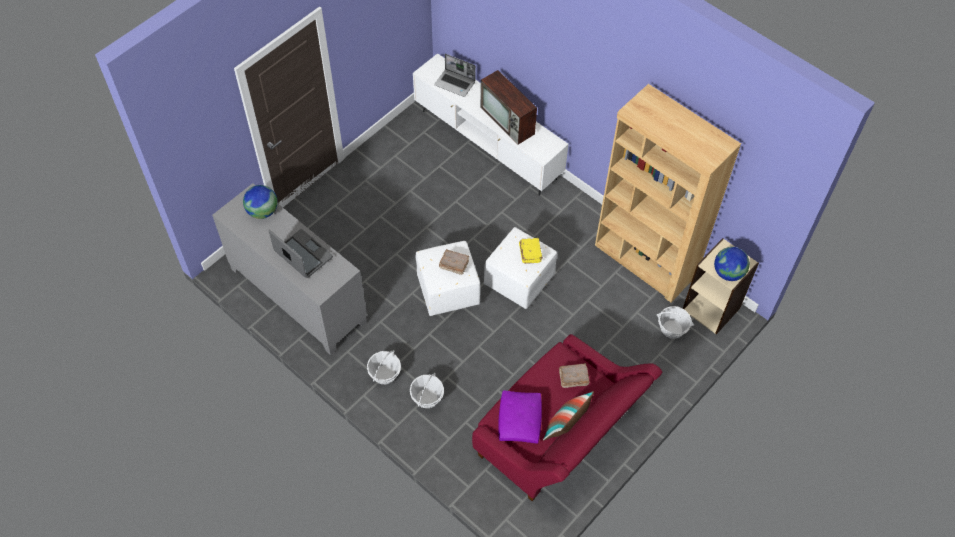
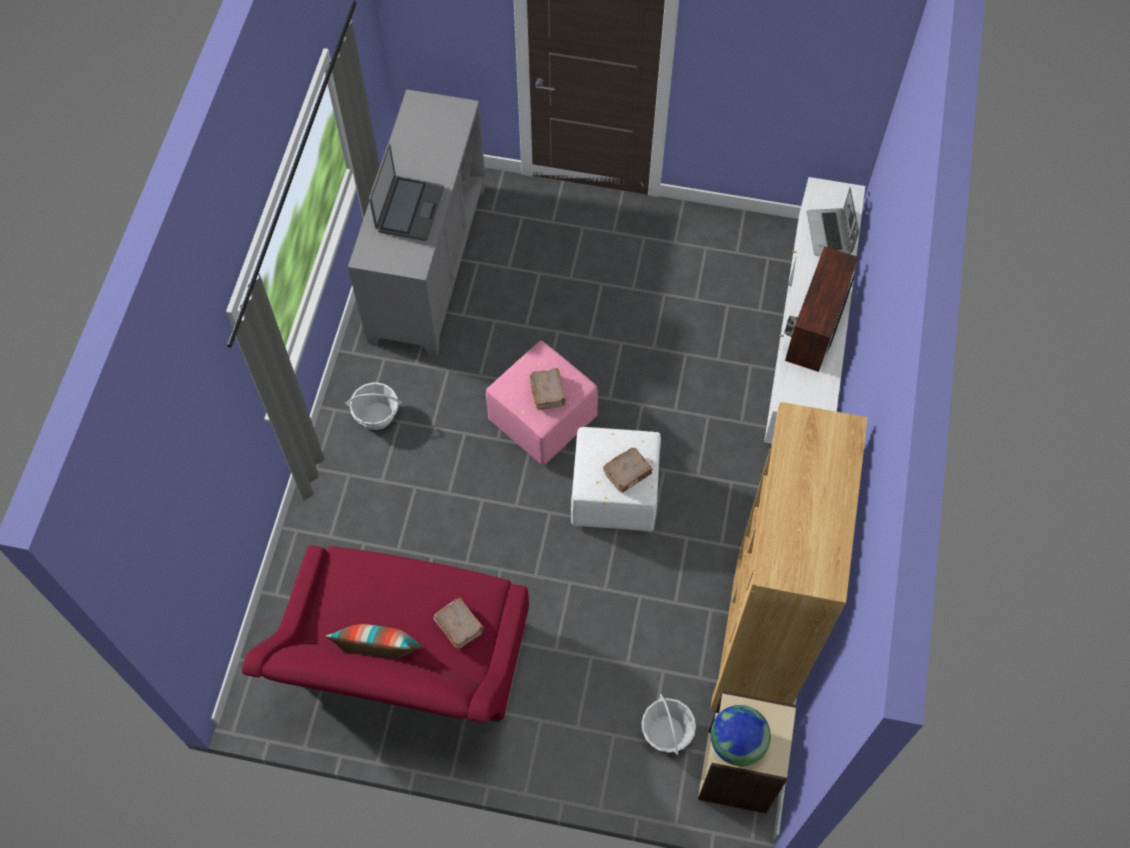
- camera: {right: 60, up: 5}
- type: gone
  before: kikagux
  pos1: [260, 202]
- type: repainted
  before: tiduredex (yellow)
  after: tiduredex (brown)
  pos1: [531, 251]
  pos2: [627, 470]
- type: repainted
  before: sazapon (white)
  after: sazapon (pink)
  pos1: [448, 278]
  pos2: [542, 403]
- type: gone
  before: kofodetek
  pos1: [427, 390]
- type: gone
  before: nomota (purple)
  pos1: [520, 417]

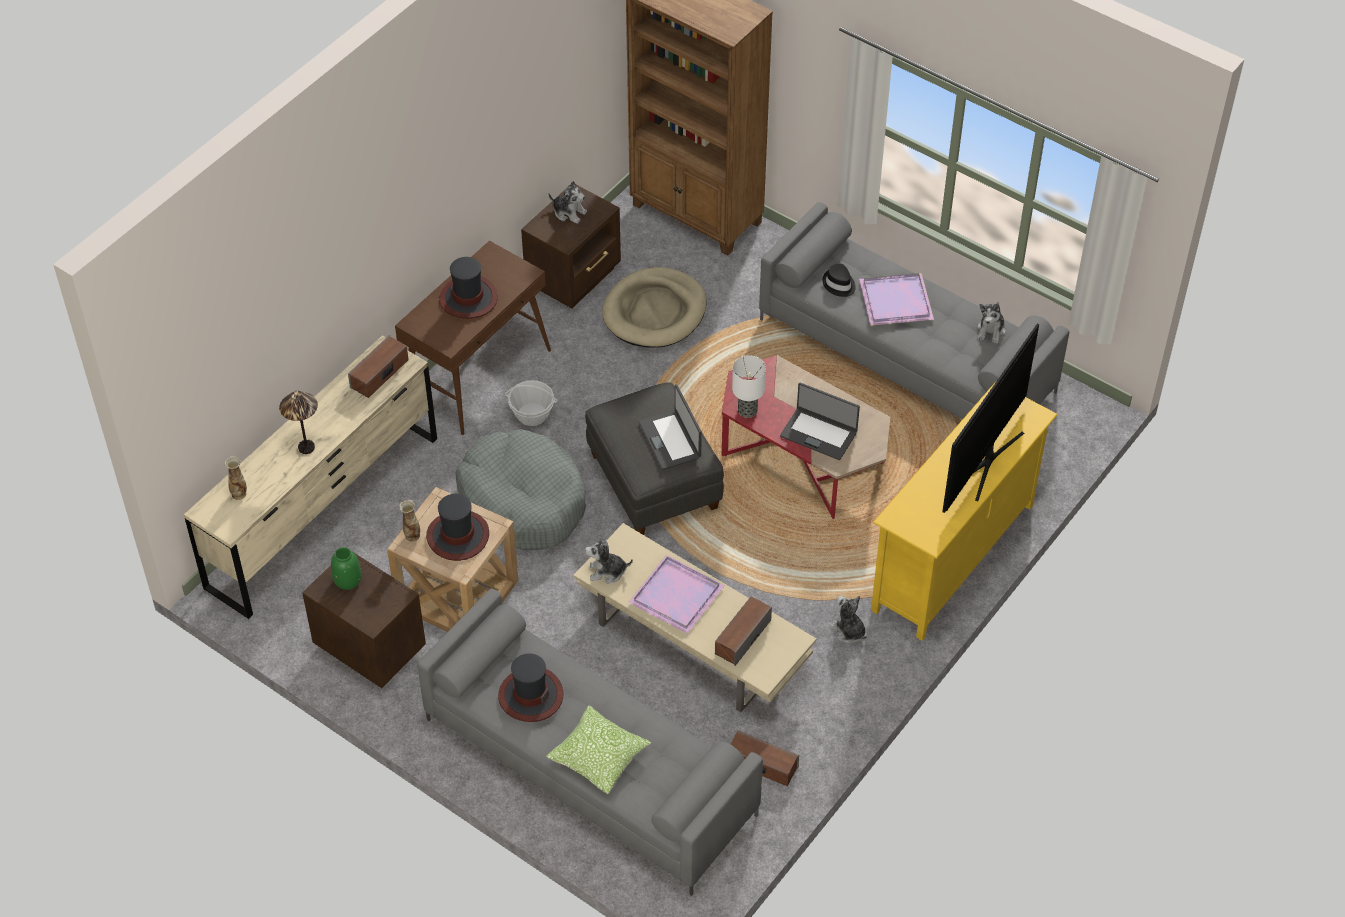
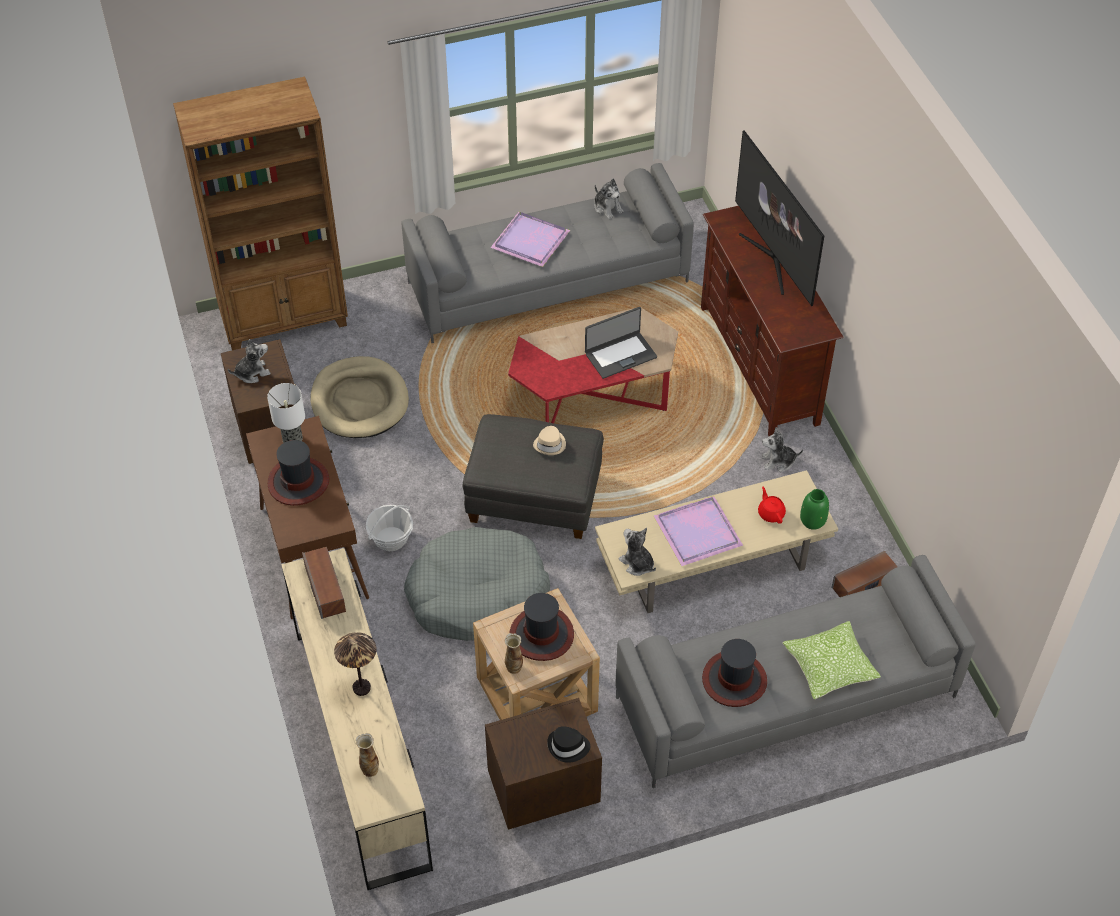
- camera: {right: -55, up: 0}
- type: shifted
  before: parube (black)
  pos1: [839, 280]
  pos2: [568, 744]
- type: shifted
  before: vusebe
  pos1: [749, 386]
  pos2: [286, 413]
- type: repainted
  before: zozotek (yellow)
  after: zozotek (brown)
  pos1: [964, 511]
  pos2: [772, 321]
- type: swapped
  before: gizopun
  after: parube (beige)
  pos1: [670, 427]
  pos2: [549, 440]
- type: rotated
  before: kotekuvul
  pos1: [609, 559]
  pos2: [637, 552]
  turn: 105
- type: shifted
  before: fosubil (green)
  pos1: [346, 568]
  pos2: [814, 509]
- type: swapped
  before: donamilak
  after: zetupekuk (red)
  pos1: [743, 631]
  pos2: [772, 505]

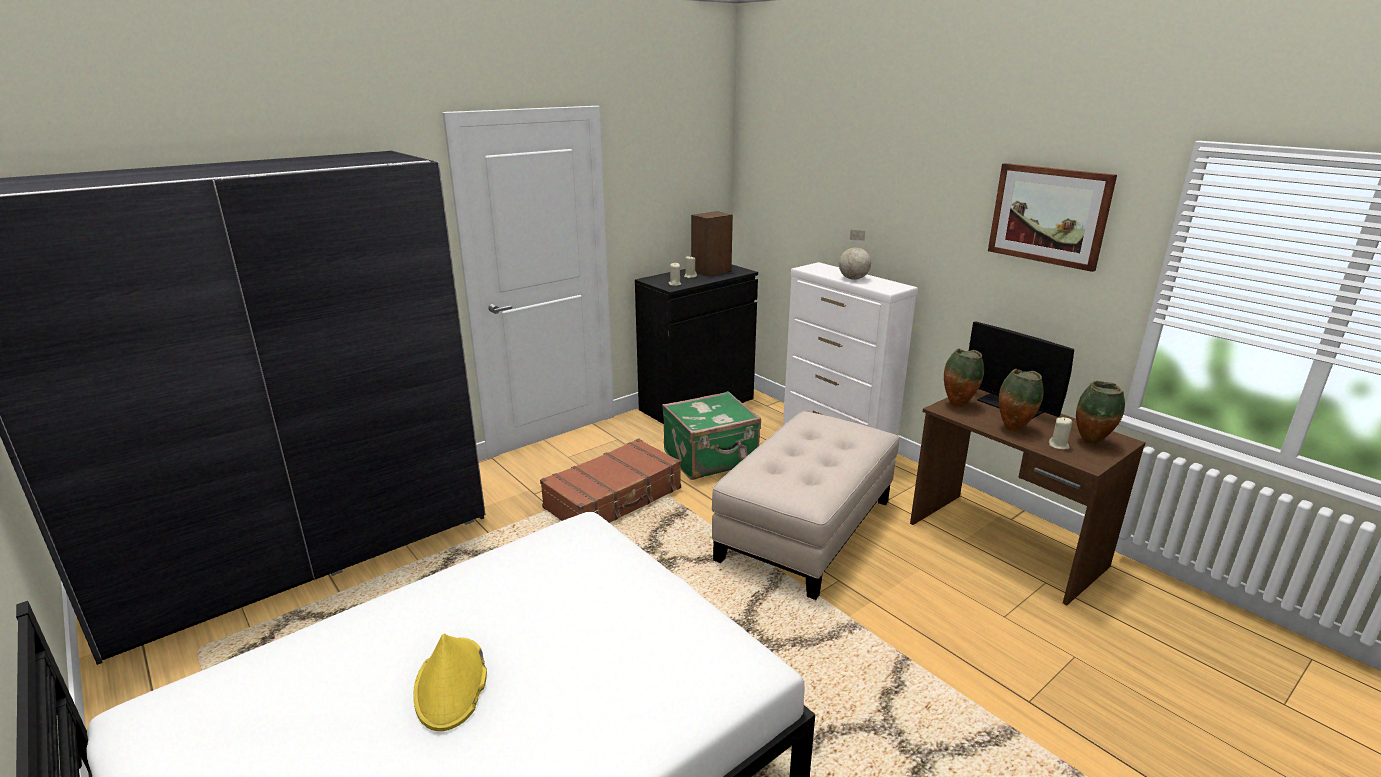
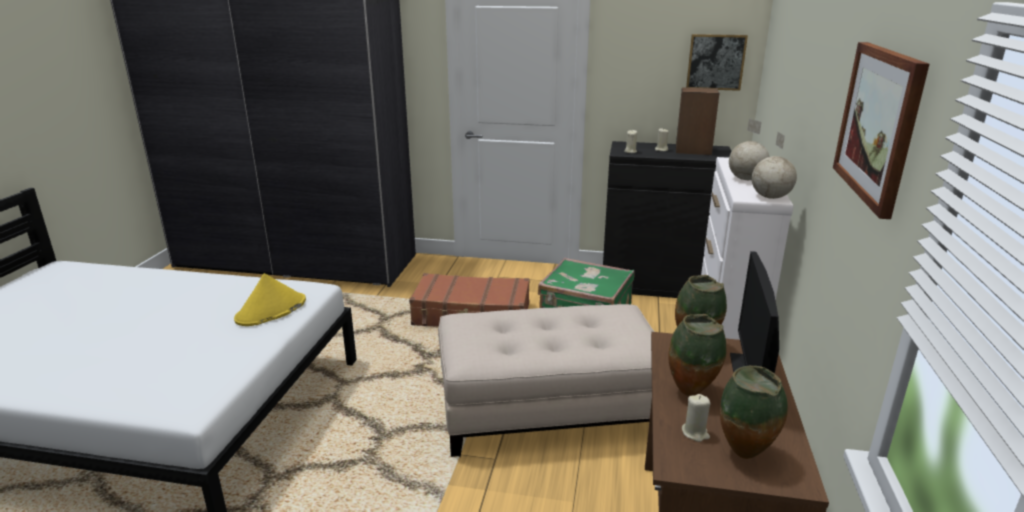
- camera: {right: 50, up: 0}
- type: shifted
  before: parube (yellow)
  pos1: [450, 682]
  pos2: [270, 299]
- type: new
  after: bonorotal
  pos2: [717, 62]
- type: new
  after: kikagux
  pos2: [774, 165]

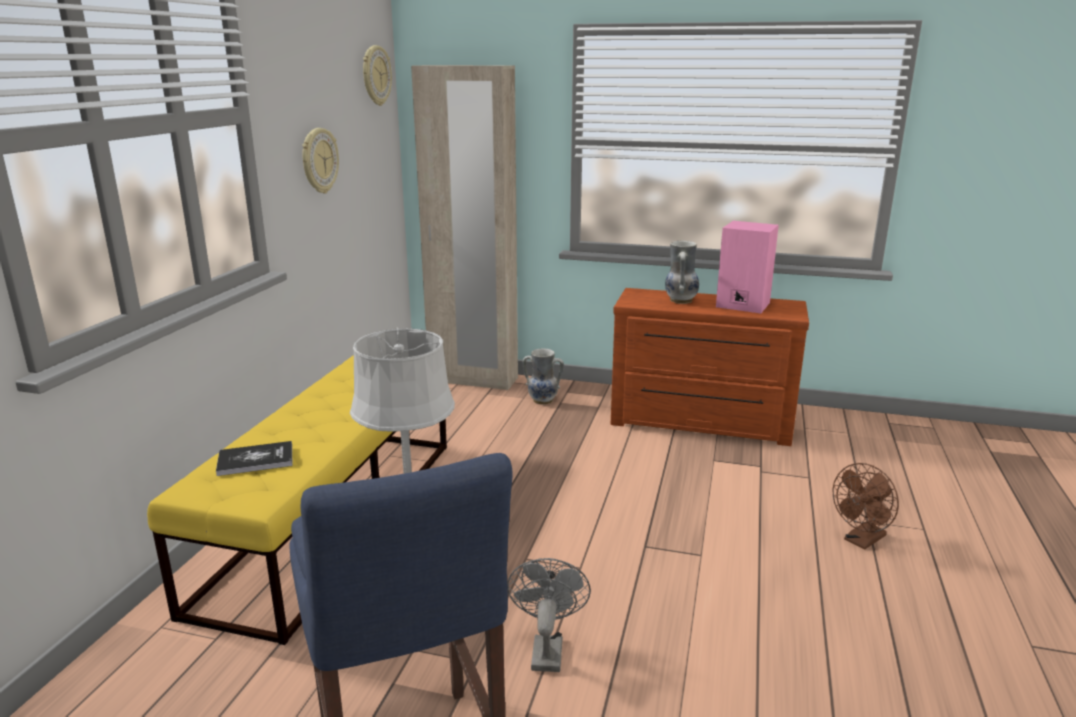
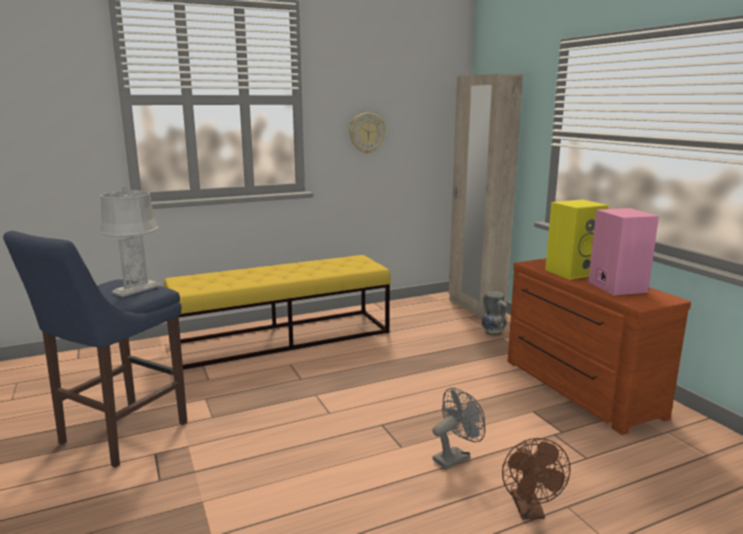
- camera: {right: 50, up: -5}
- type: gone
  before: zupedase
  pos1: [377, 75]
- type: swapped
  before: fosubil
  after: donamilak (yellow)
  pos1: [682, 272]
  pos2: [577, 240]
- type: gone
  before: tiduredex
  pos1: [254, 458]
- type: rotated
  before: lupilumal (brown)
  pos1: [866, 506]
  pos2: [536, 479]
  turn: -105
- type: shifted
  before: lupilumal (grey)
  pos1: [549, 615]
  pos2: [458, 429]

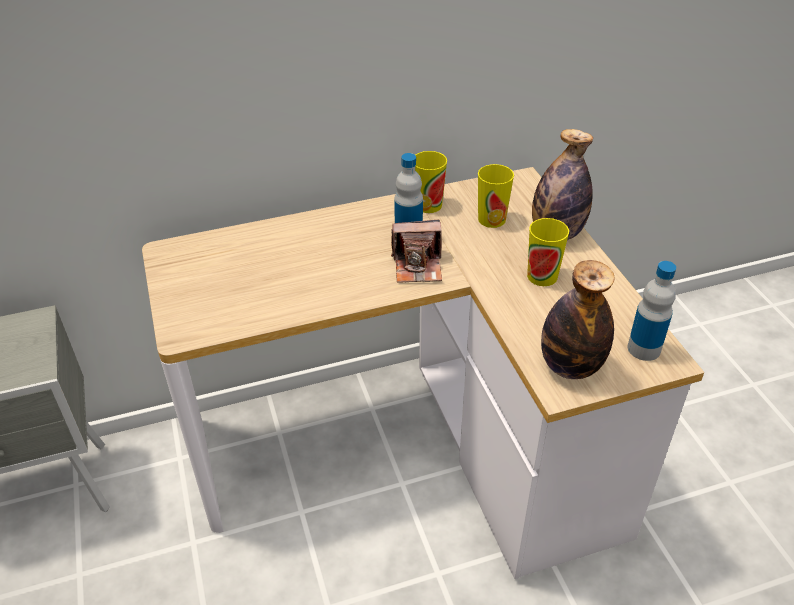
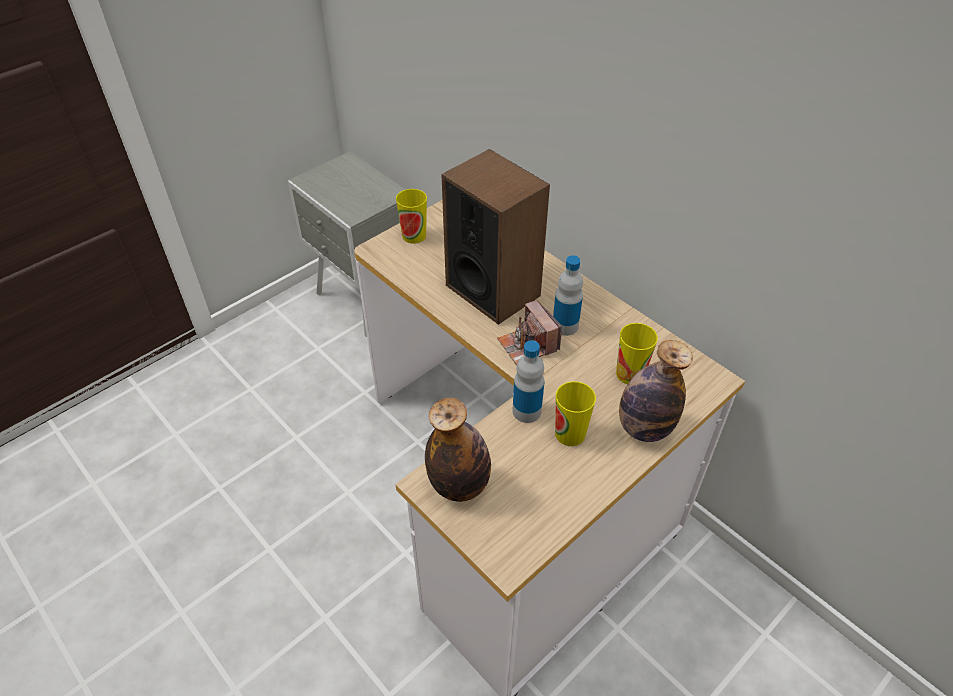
- camera: {right: 65, up: 5}
- type: shifted
  before: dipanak
  pos1: [431, 182]
  pos2: [411, 216]
- type: shifted
  before: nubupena
  pos1: [652, 311]
  pos2: [528, 381]
- type: new
  after: donamilak
  pos2: [495, 237]

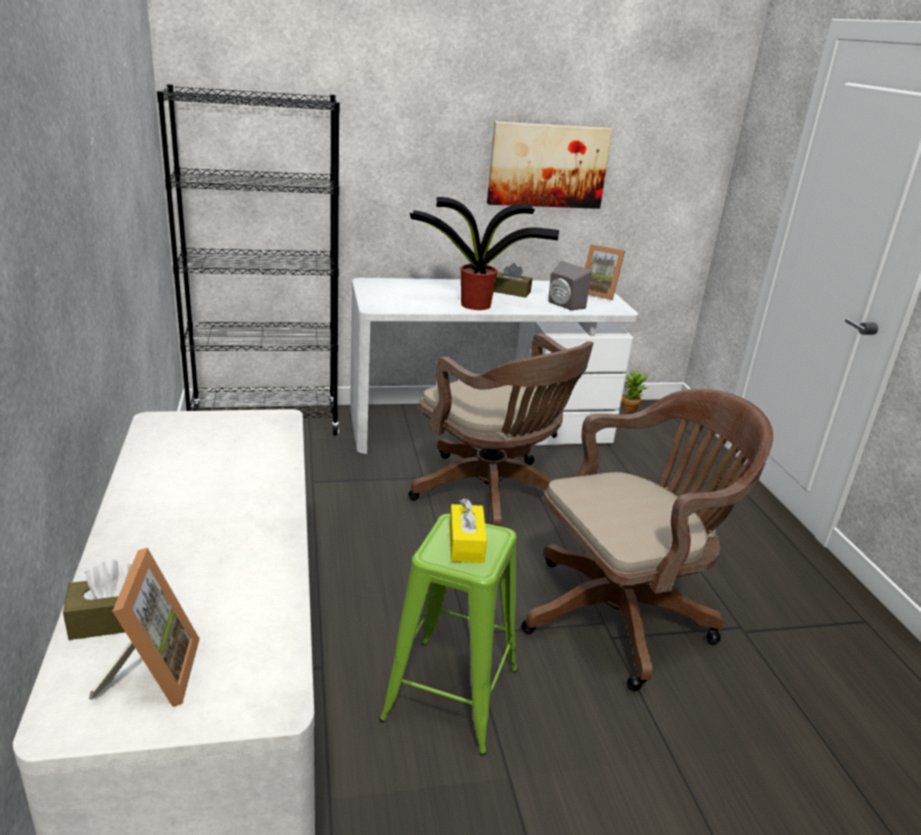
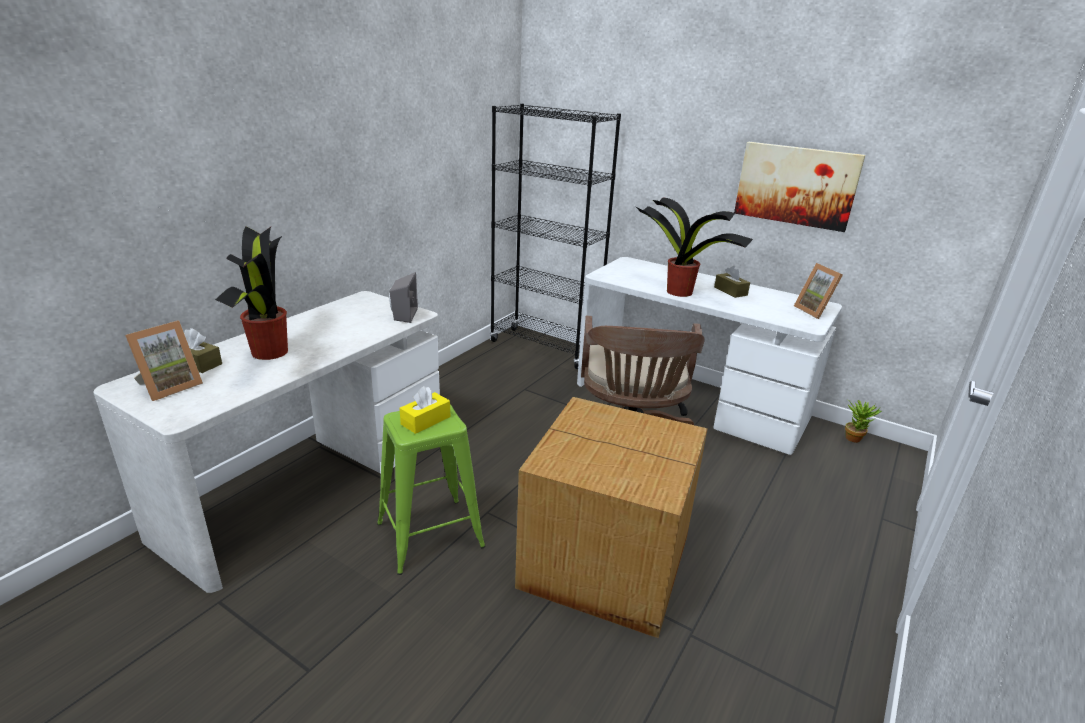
- camera: {right: 45, up: 0}
- type: shifted
  before: donamilak (grey)
  pos1: [570, 285]
  pos2: [403, 297]
- type: swapped
  before: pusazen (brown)
  after: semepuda
  pos1: [647, 540]
  pos2: [611, 517]
- type: new
  after: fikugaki
  pos2: [251, 293]

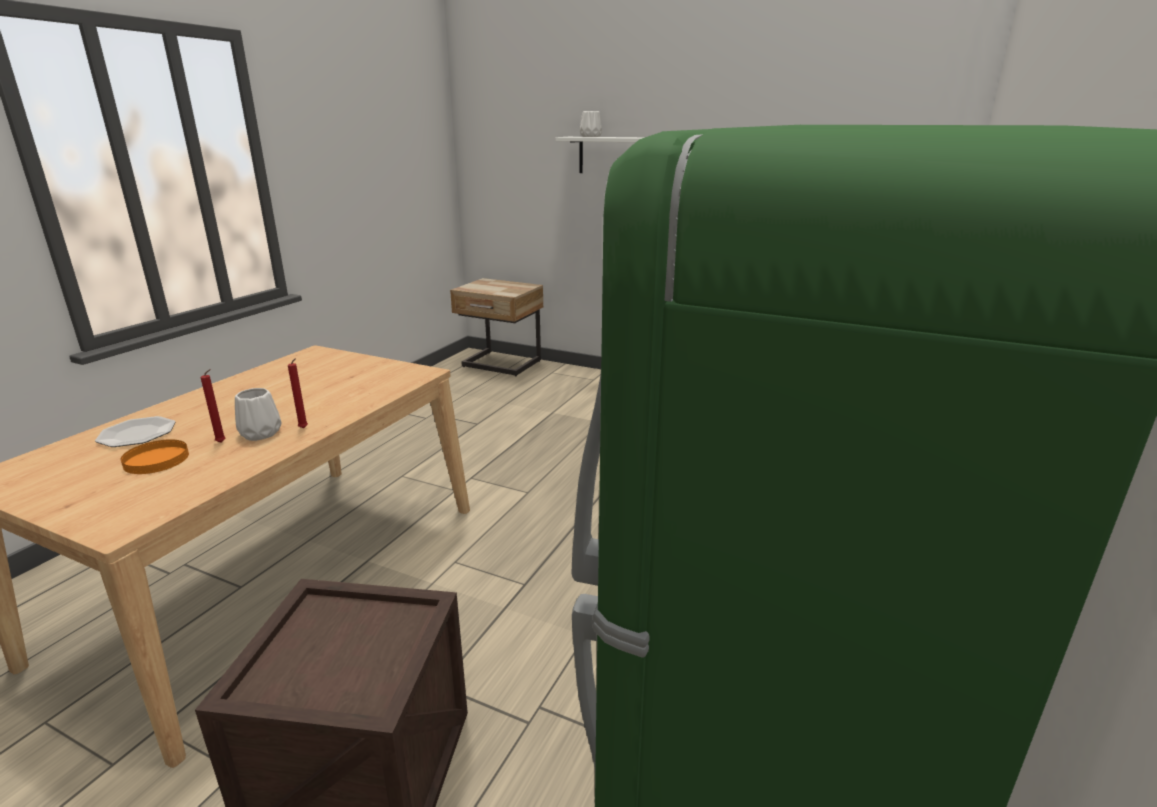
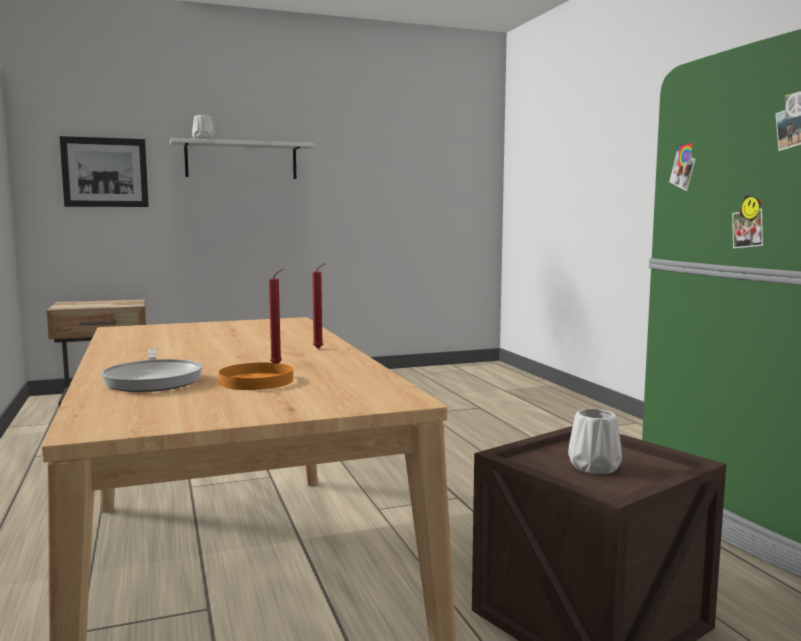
- camera: {right: -45, up: -15}
- type: shifted
  before: fosubil (white)
  pos1: [258, 414]
  pos2: [595, 441]
- type: swapped
  before: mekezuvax
  after: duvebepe
  pos1: [135, 431]
  pos2: [152, 370]
- type: new
  after: bonorotal
  pos2: [104, 171]

